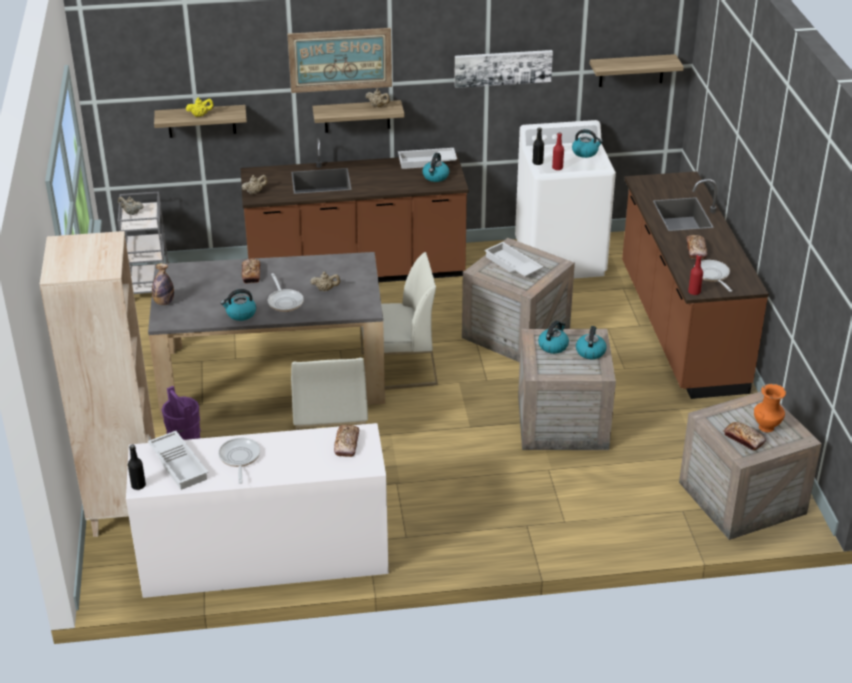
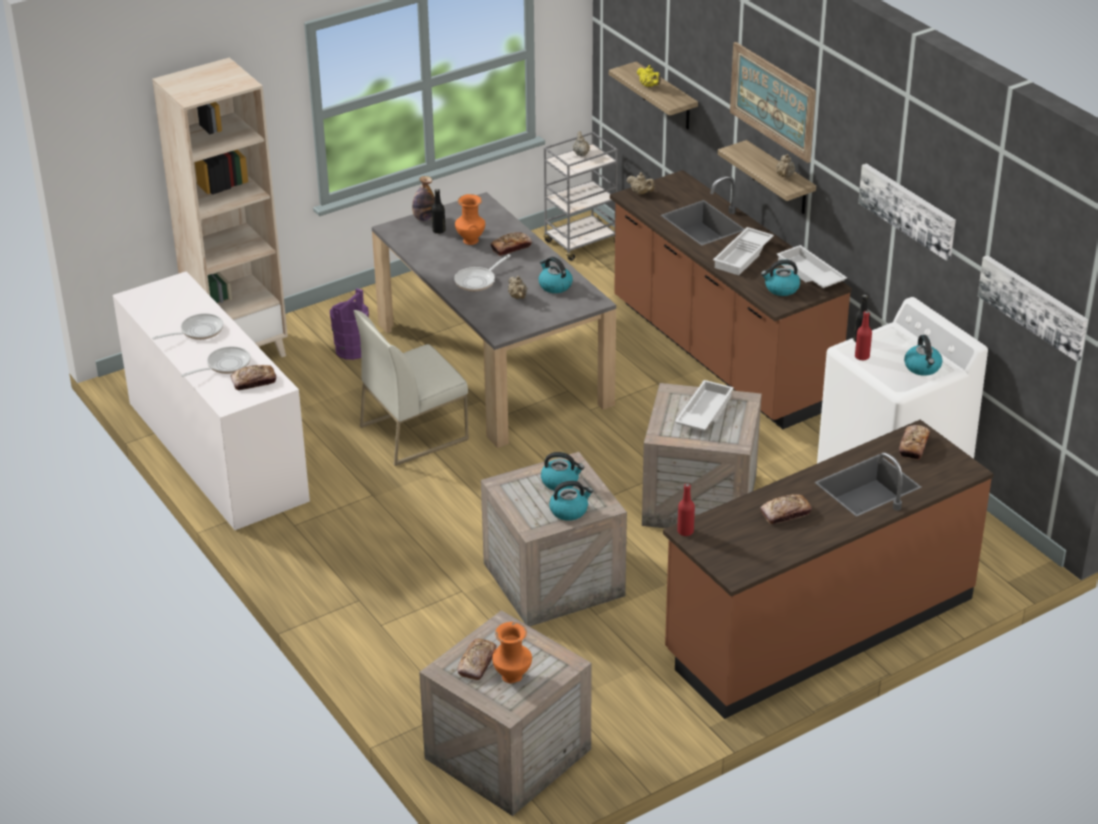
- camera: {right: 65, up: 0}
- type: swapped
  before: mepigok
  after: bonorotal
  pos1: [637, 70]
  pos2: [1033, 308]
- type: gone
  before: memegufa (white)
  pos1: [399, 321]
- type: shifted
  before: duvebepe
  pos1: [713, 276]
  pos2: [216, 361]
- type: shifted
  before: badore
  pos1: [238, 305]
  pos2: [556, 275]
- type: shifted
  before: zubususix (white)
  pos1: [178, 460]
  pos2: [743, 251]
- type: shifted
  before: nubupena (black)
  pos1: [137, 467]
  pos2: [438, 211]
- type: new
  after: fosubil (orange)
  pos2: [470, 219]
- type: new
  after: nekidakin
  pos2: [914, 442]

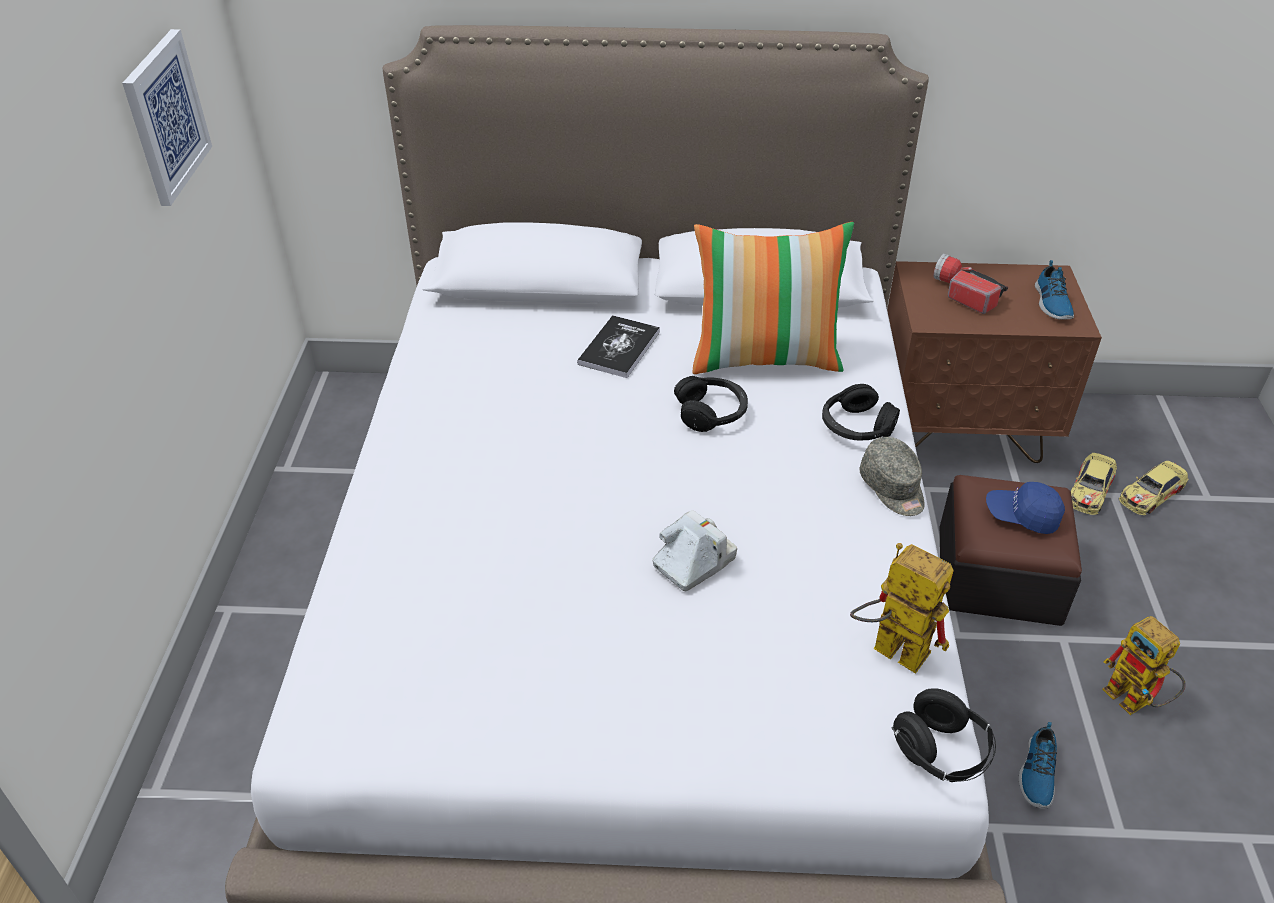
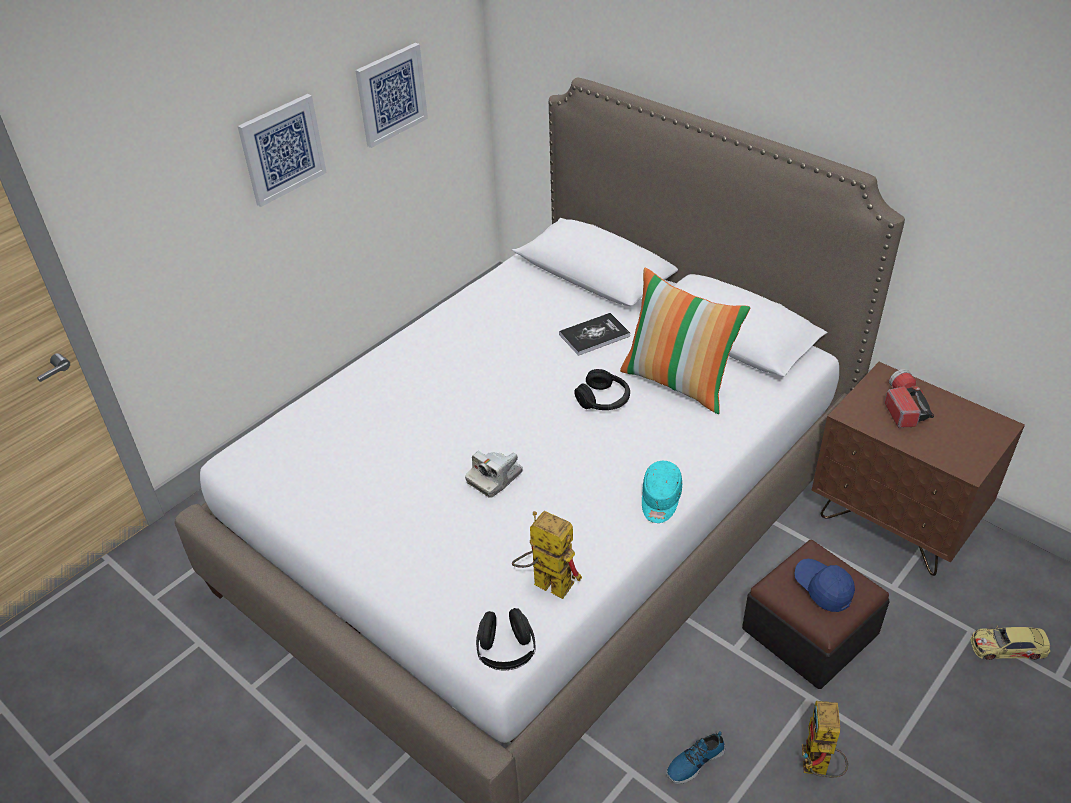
- camera: {right: 40, up: 0}
- type: gone
  before: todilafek
  pos1: [1054, 290]
- type: gone
  before: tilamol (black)
  pos1: [861, 412]
- type: repainted
  before: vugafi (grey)
  after: vugafi (turquoise)
  pos1: [892, 476]
  pos2: [662, 492]
- type: gone
  before: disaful
  pos1: [1094, 484]
- type: rotated
  before: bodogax
  pos1: [694, 550]
  pos2: [494, 474]
  turn: 135
- type: rotated
  before: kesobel
  pos1: [902, 608]
  pos2: [547, 555]
  turn: -45
- type: new
  after: bonorotal
  pos2: [282, 150]

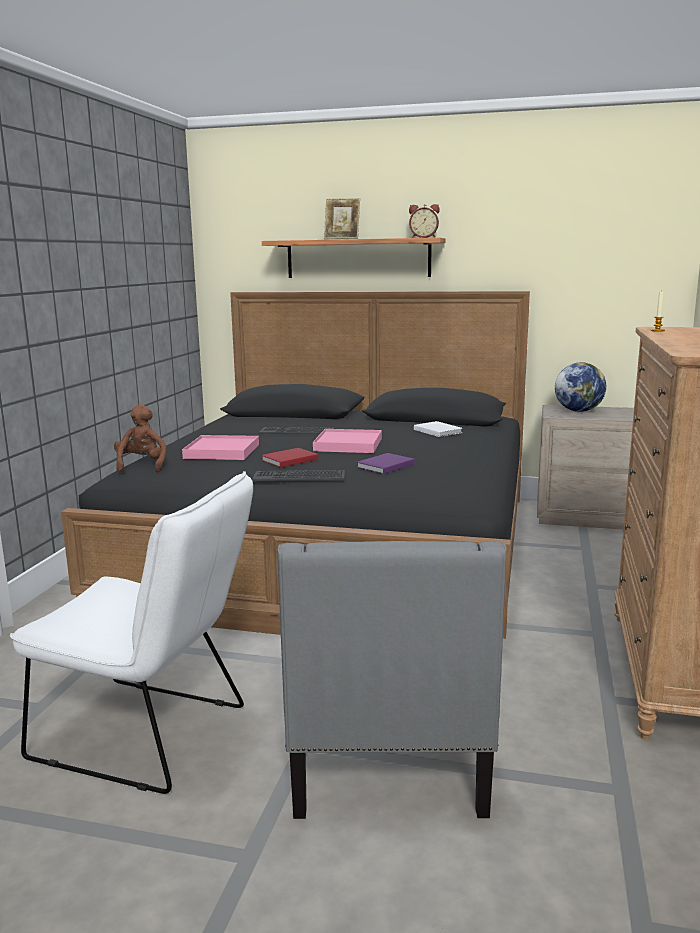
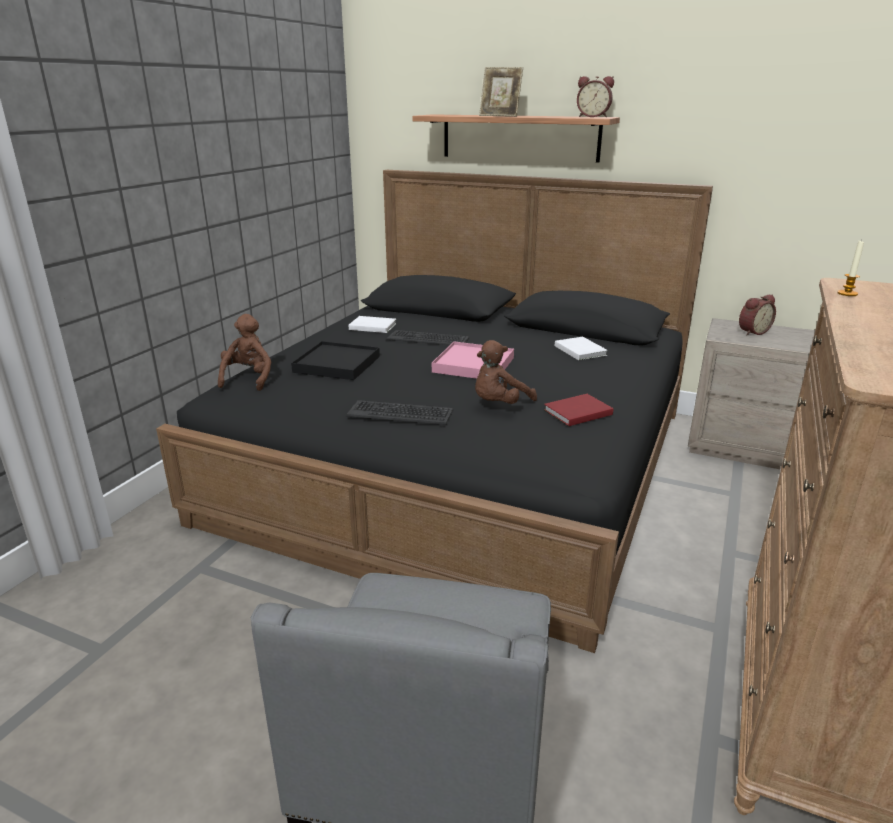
- camera: {right: 10, up: 10}
- type: swapped
  before: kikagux
  after: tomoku
  pos1: [580, 387]
  pos2: [757, 314]
- type: repainted
  before: zubususix (pink)
  after: zubususix (black)
  pos1: [220, 447]
  pos2: [335, 360]
- type: shifted
  before: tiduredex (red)
  pos1: [289, 458]
  pos2: [579, 410]
- type: swapped
  before: tiduredex (purple)
  after: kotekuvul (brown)
  pos1: [386, 463]
  pos2: [506, 372]
- type: gone
  before: memegufa (white)
  pos1: [131, 632]
- type: new
  after: tiduredex (white)
  pos2: [372, 324]

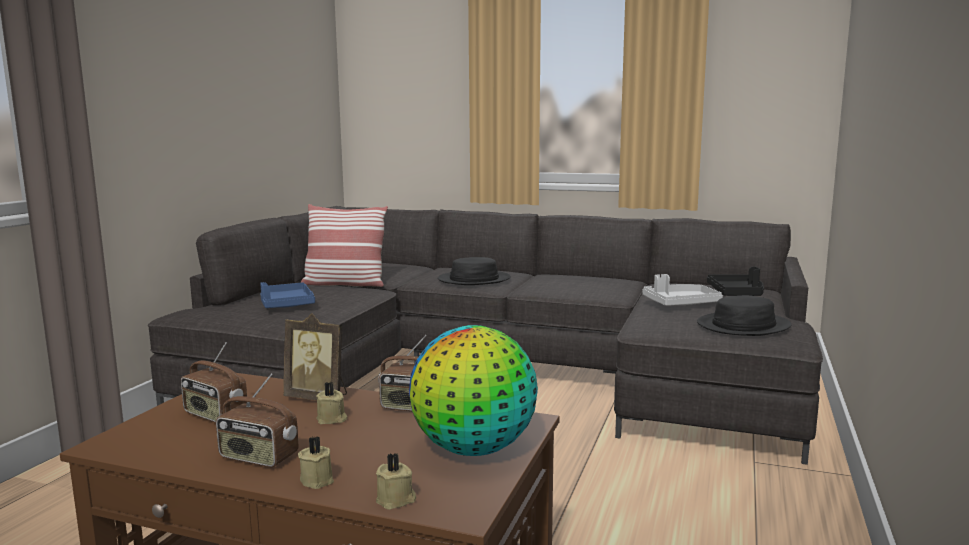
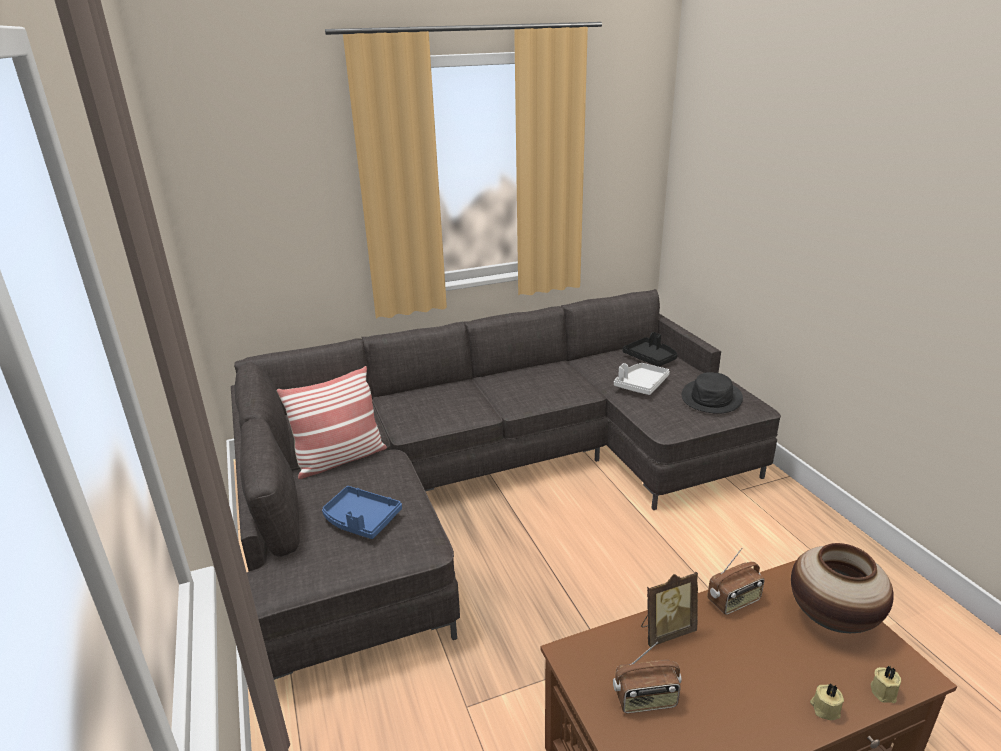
- camera: {right: -40, up: 15}
- type: gone
  before: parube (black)
  pos1: [474, 271]
- type: swapped
  before: kikagux
  after: fosubil
  pos1: [473, 390]
  pos2: [842, 588]
- type: gone
  before: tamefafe
  pos1: [257, 420]
- type: gone
  before: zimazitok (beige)
  pos1: [331, 403]

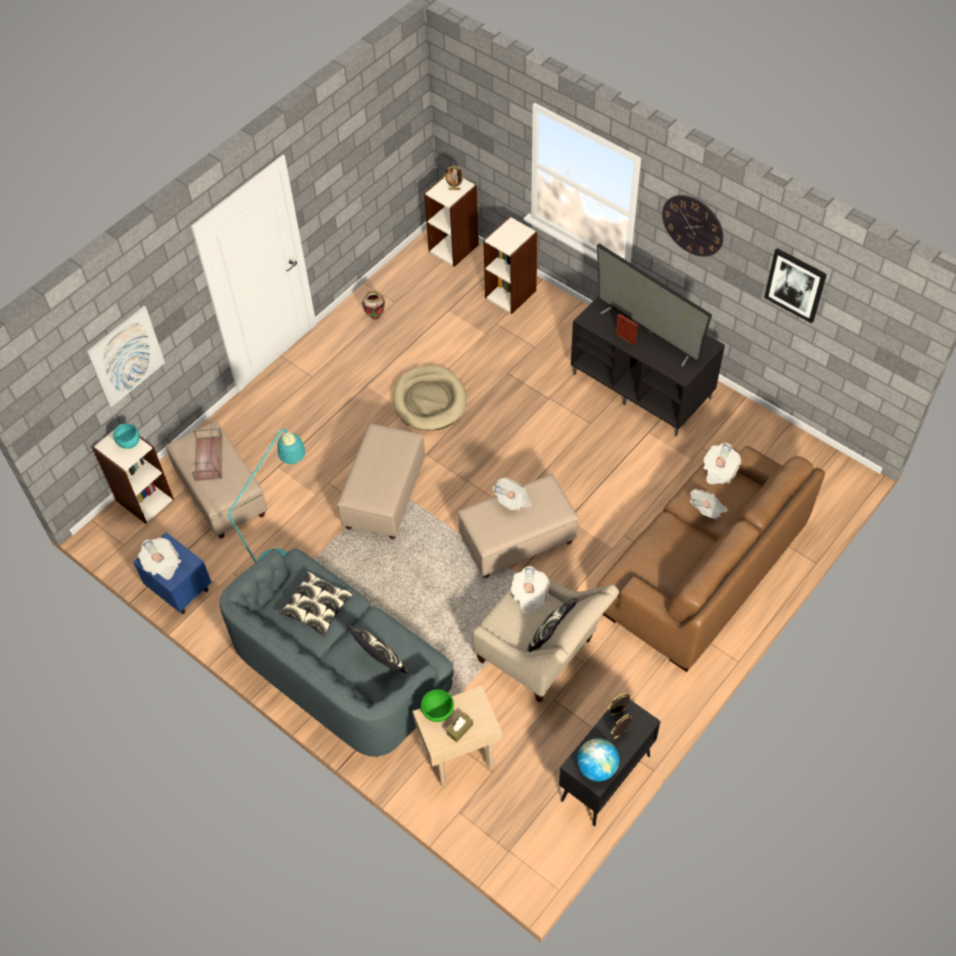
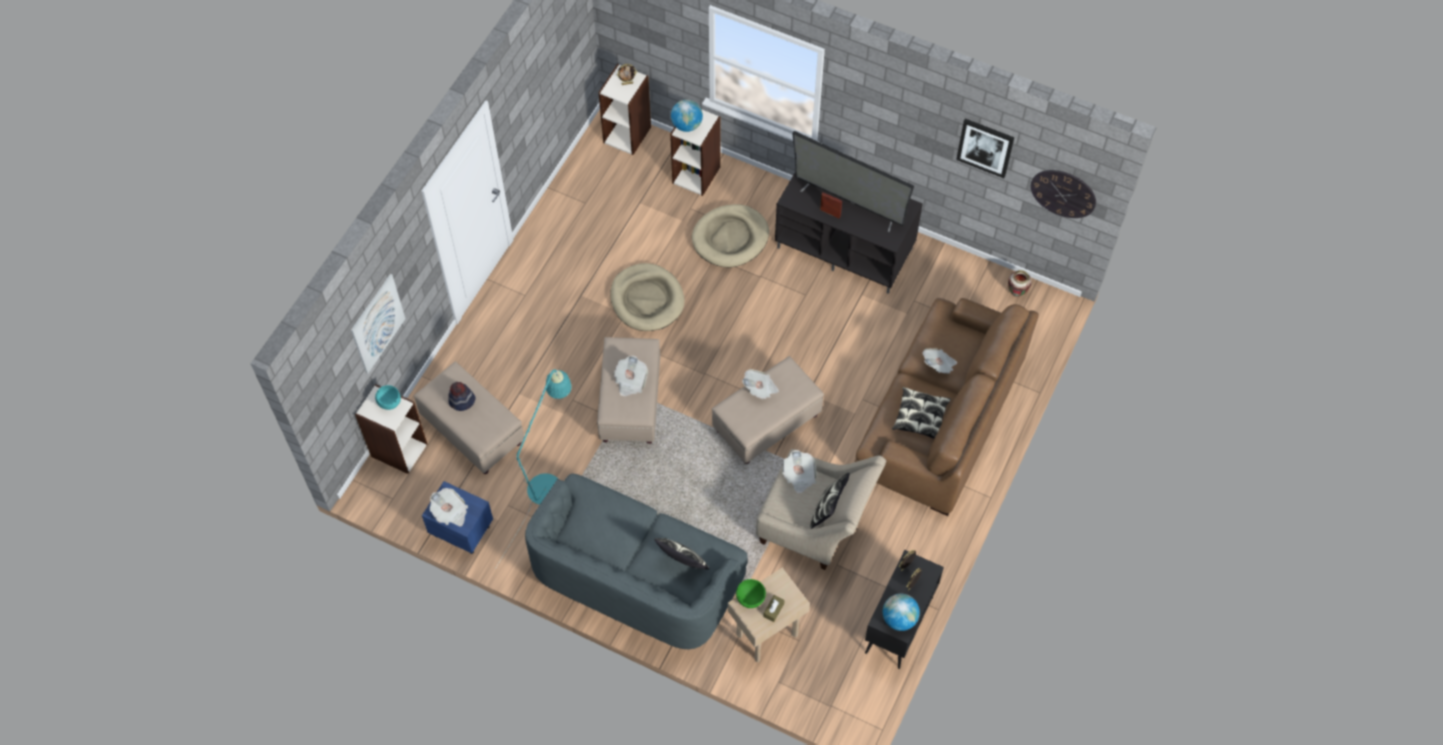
- camera: {right: -15, up: 5}
- type: shifted
  before: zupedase
  pos1: [692, 226]
  pos2: [1063, 194]
- type: shifted
  before: fosubil
  pos1: [373, 305]
  pos2: [1020, 283]
- type: swapped
  before: zubususix (brown)
  after: parube
  pos1: [207, 454]
  pos2: [462, 396]
- type: shifted
  before: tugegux
  pos1: [722, 463]
  pos2: [631, 375]
- type: shifted
  before: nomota
  pos1: [316, 604]
  pos2: [921, 412]
- type: new
  after: kikagux
  pos2: [687, 116]
- type: new
  after: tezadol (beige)
  pos2: [730, 235]

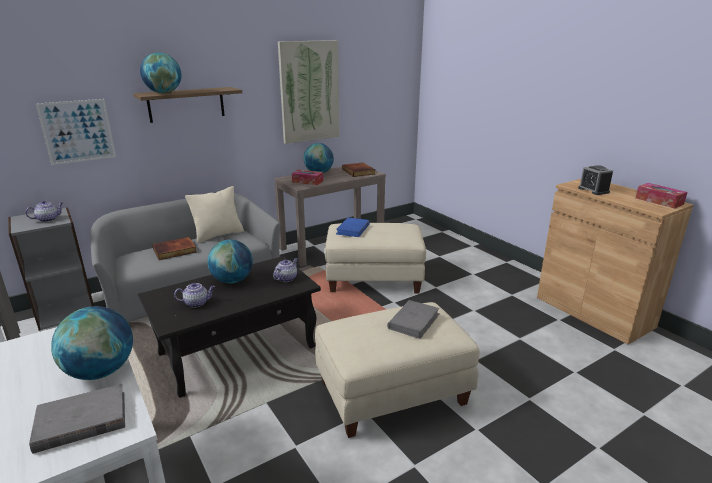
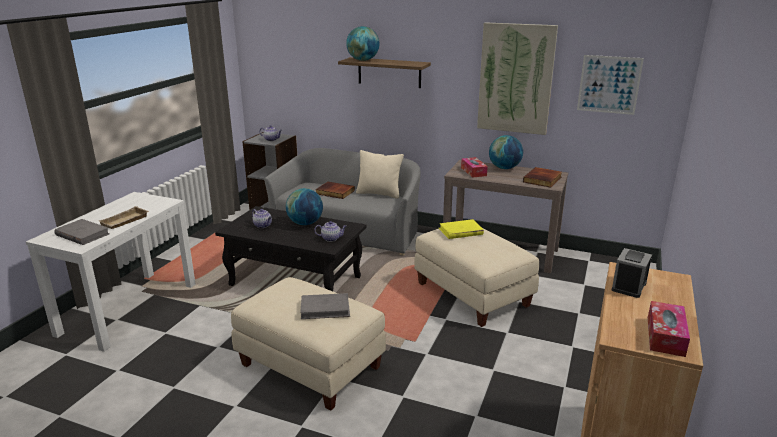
- camera: {right: 55, up: 0}
- type: shifted
  before: bonorotal
  pos1: [76, 132]
  pos2: [610, 85]
- type: repainted
  before: tiduredex (blue)
  after: tiduredex (yellow)
  pos1: [353, 227]
  pos2: [461, 229]
- type: swapped
  before: kikagux
  after: zubususix (beige)
  pos1: [92, 343]
  pos2: [124, 217]

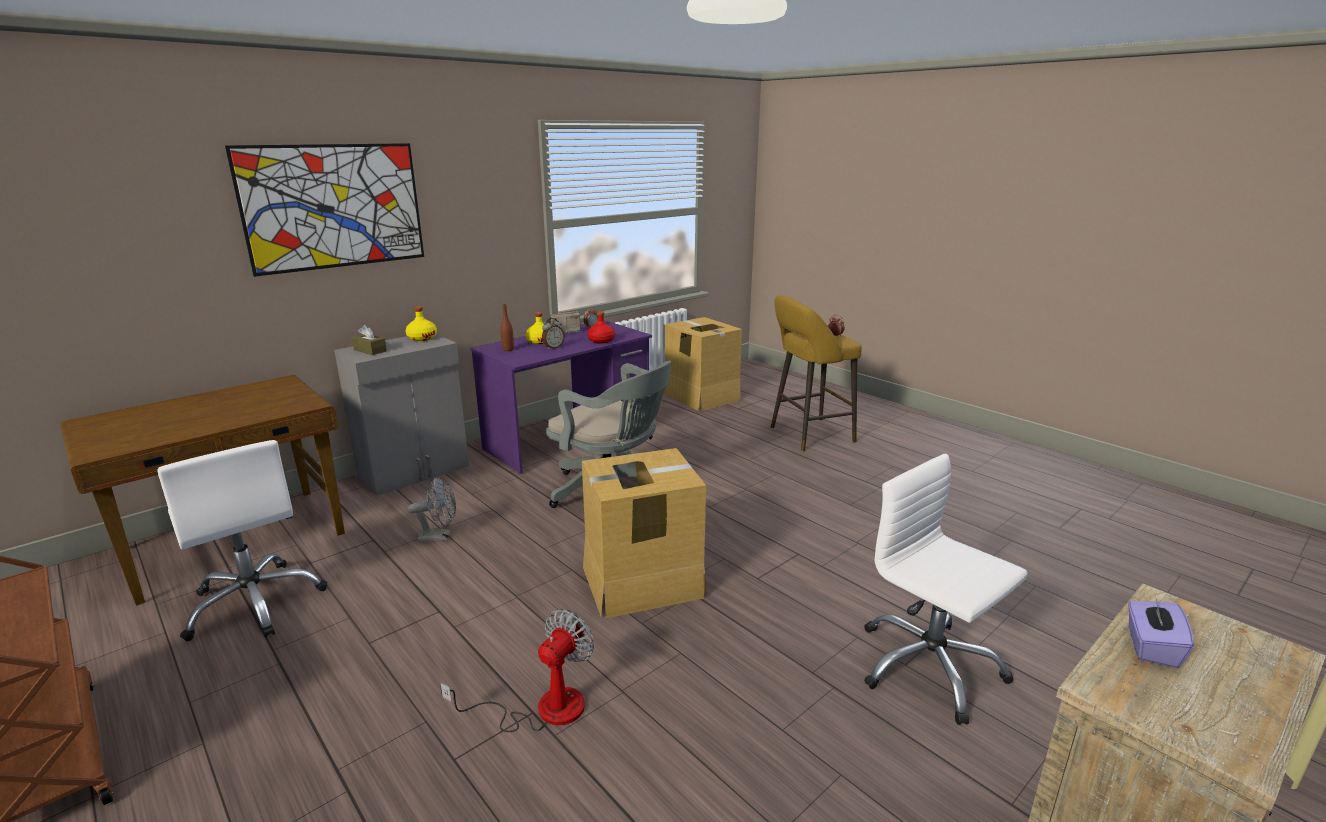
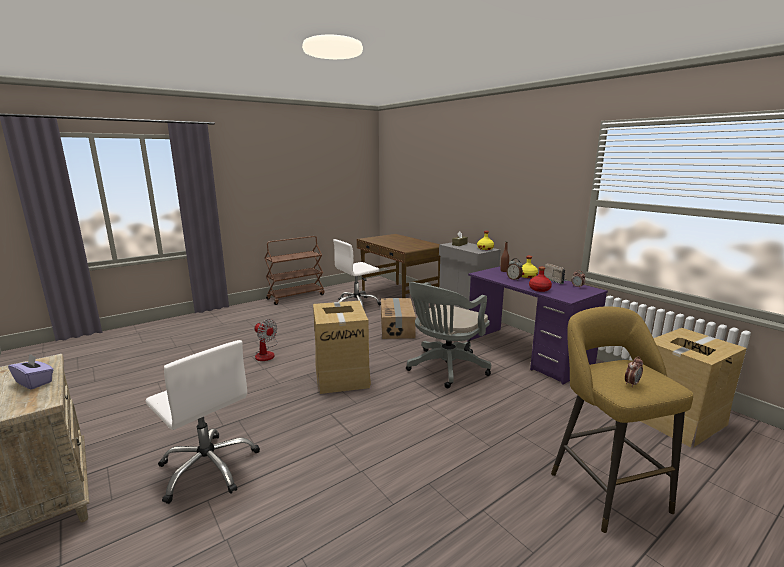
- camera: {right: 95, up: -5}
- type: gone
  before: bonorotal
  pos1: [324, 210]
- type: rotated
  before: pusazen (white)
  pos1: [946, 589]
  pos2: [203, 422]
  turn: 75
- type: swapped
  before: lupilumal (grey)
  after: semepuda
  pos1: [431, 510]
  pos2: [398, 318]

